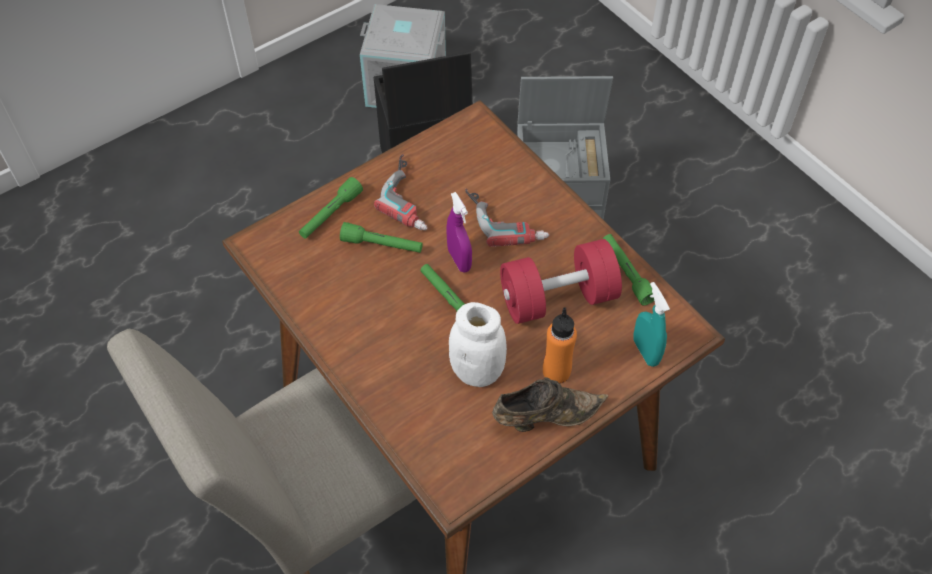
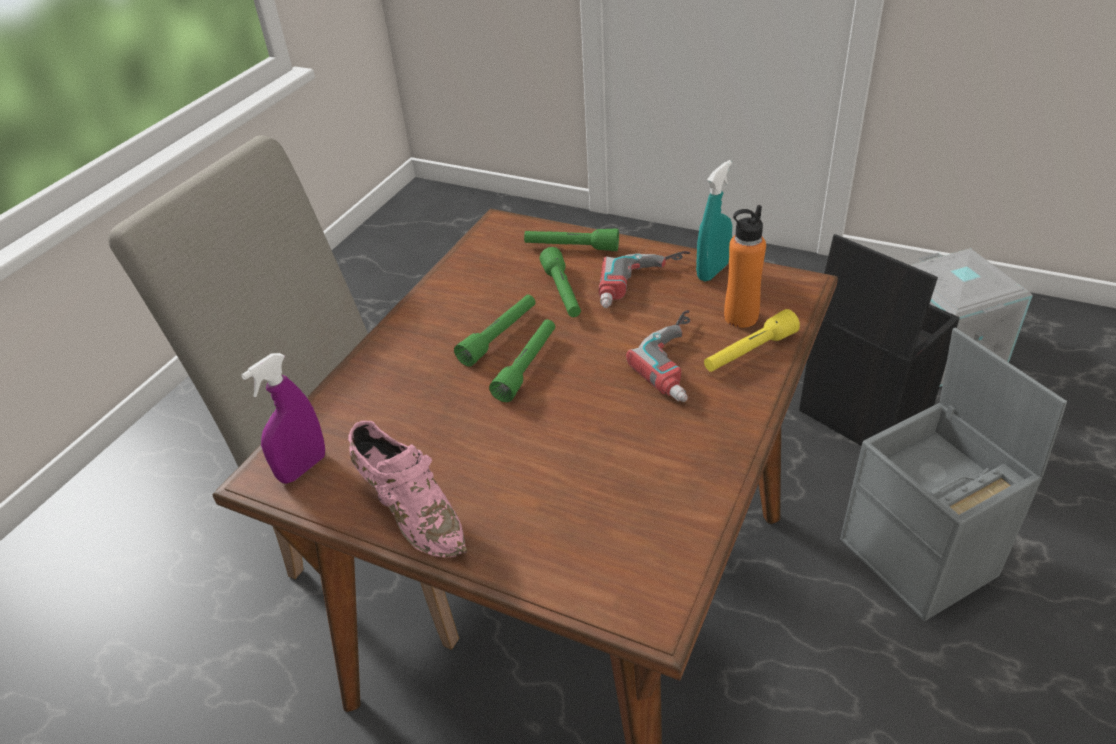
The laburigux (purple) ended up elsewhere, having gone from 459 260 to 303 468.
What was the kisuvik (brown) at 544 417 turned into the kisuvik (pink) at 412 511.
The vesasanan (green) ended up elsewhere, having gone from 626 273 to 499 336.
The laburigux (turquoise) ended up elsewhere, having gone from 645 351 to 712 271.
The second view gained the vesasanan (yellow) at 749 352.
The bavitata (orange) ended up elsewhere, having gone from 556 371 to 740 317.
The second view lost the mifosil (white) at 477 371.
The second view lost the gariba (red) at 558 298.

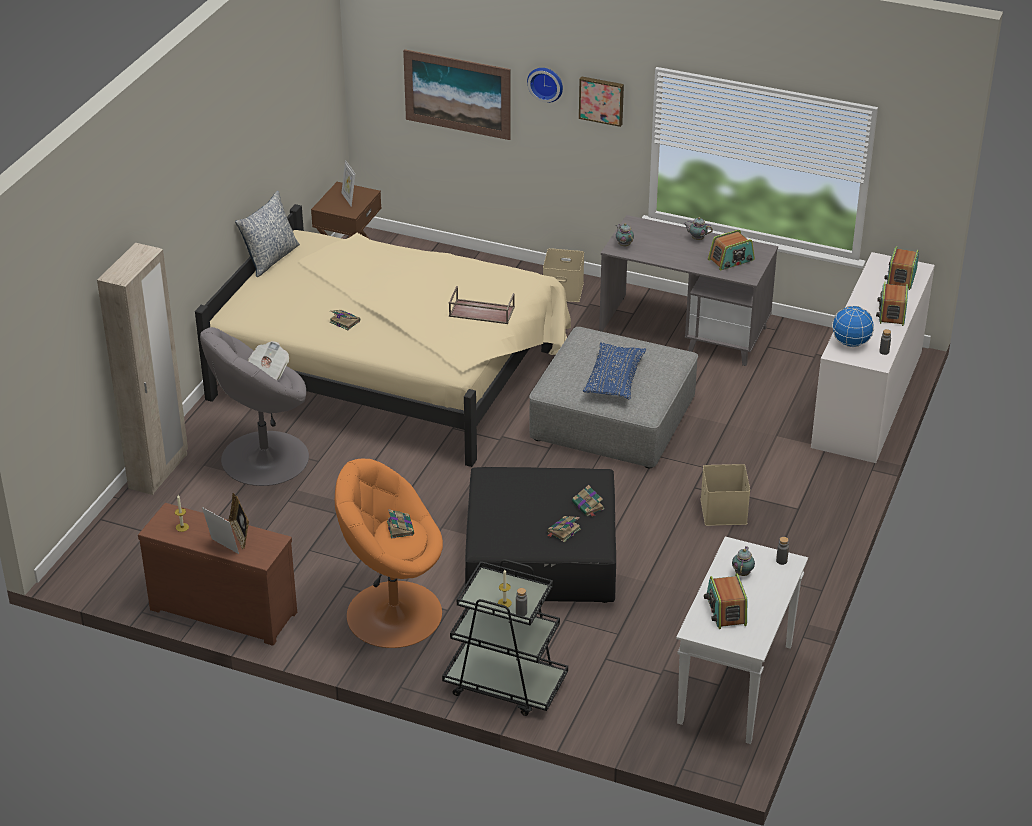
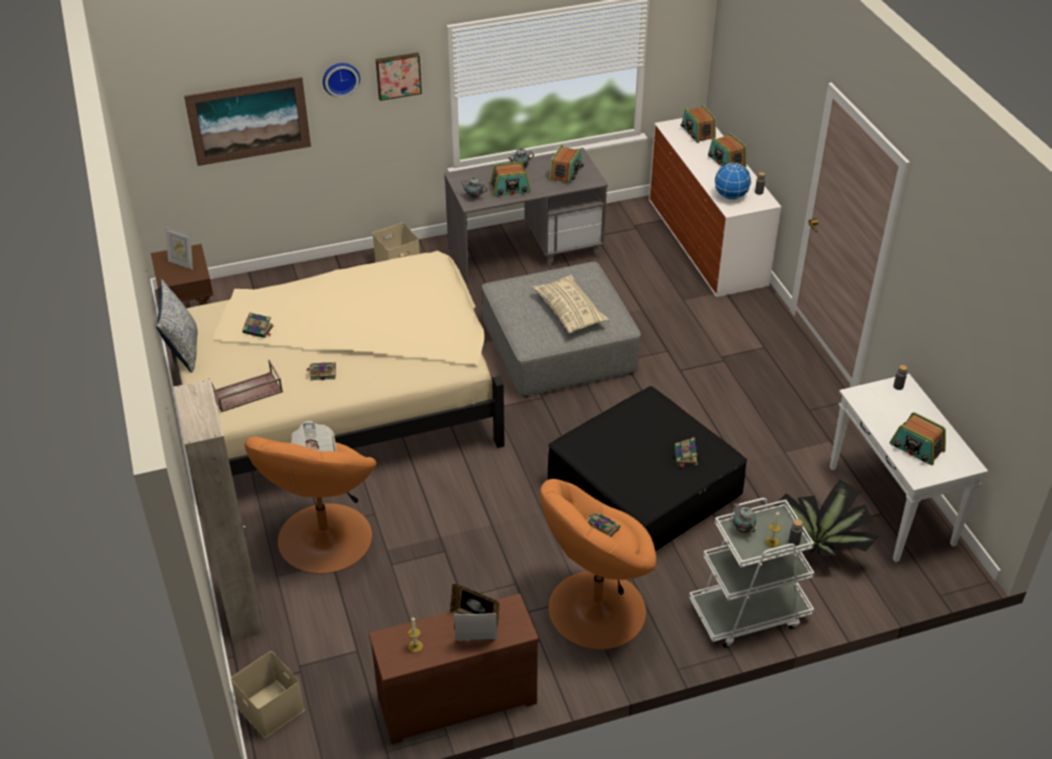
The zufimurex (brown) ended up elsewhere, having gone from 481 312 to 246 392.
The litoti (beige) ended up elsewhere, having gone from 722 510 to 269 708.
The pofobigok ended up elsewhere, having gone from 588 506 to 259 330.
What was the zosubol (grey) at 263 458 turned into the zosubol (orange) at 323 539.
The second view gained the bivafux at 510 189.
What was the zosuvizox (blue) at 614 379 turned into the zosuvizox (beige) at 569 311.
What was the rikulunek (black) at 504 685 turned into the rikulunek (white) at 748 613.
The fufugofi ended up elsewhere, having gone from 742 572 to 742 528.
The second view gained the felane at 822 545.

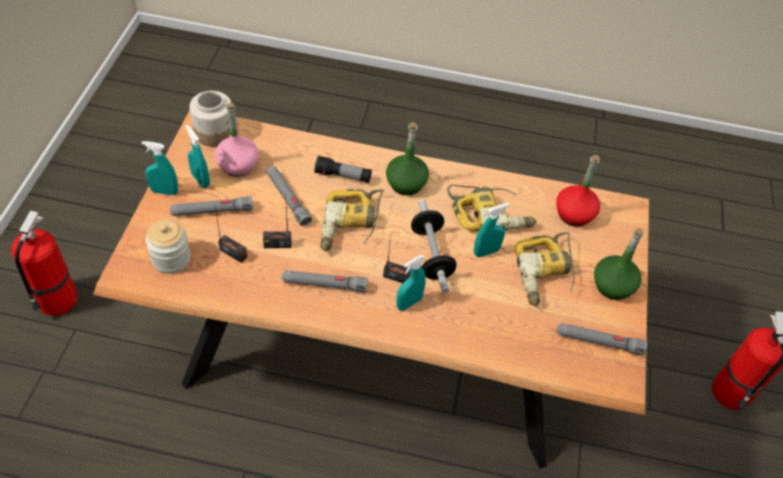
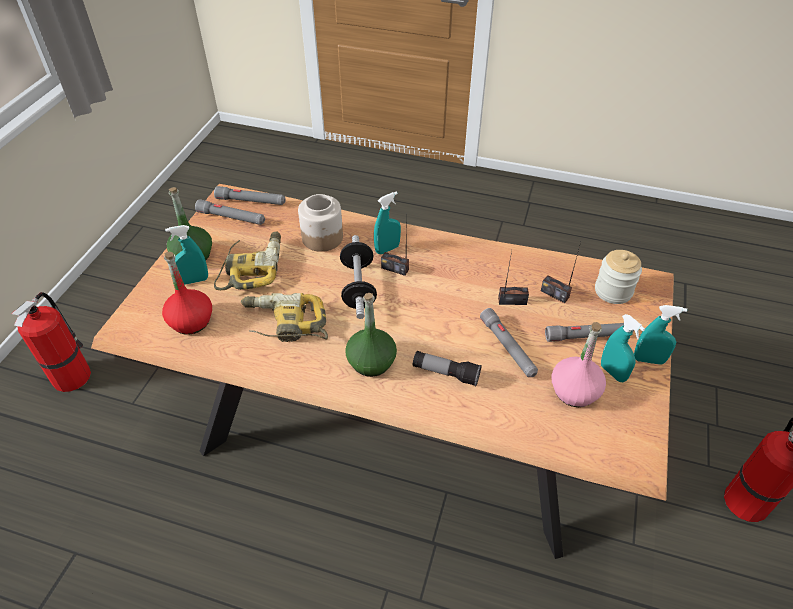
The laburigux (turquoise) ended up elsewhere, having gone from 486 252 to 194 280.
The vesasanan (grey) ended up elsewhere, having gone from 324 284 to 251 201.
The mifosil ended up elsewhere, having gone from 215 132 to 322 238.
The second view lost the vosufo at 351 225.

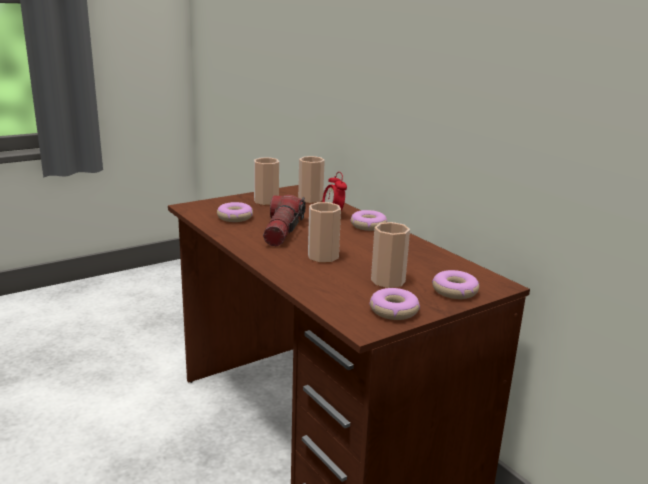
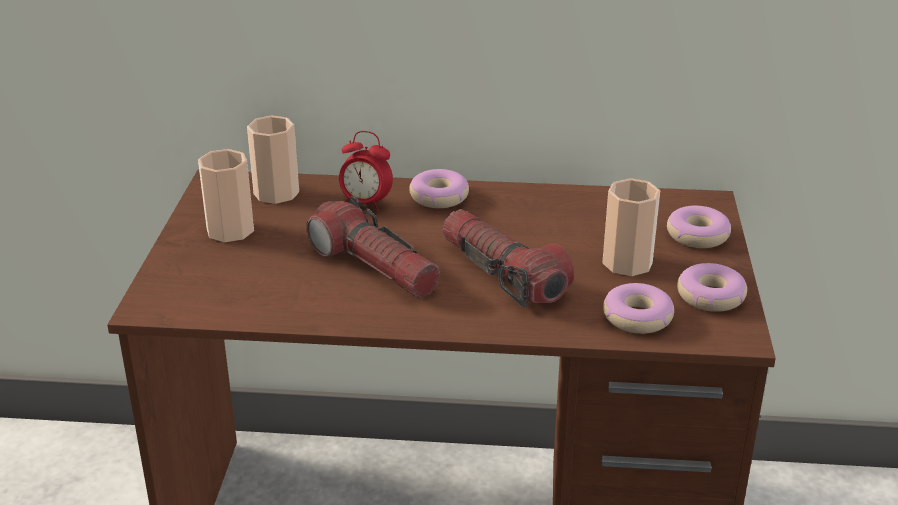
Where the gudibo stood at 323 256, the vesasanan came to stand at 503 274.
The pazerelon ended up elsewhere, having gone from 235 217 to 637 317.

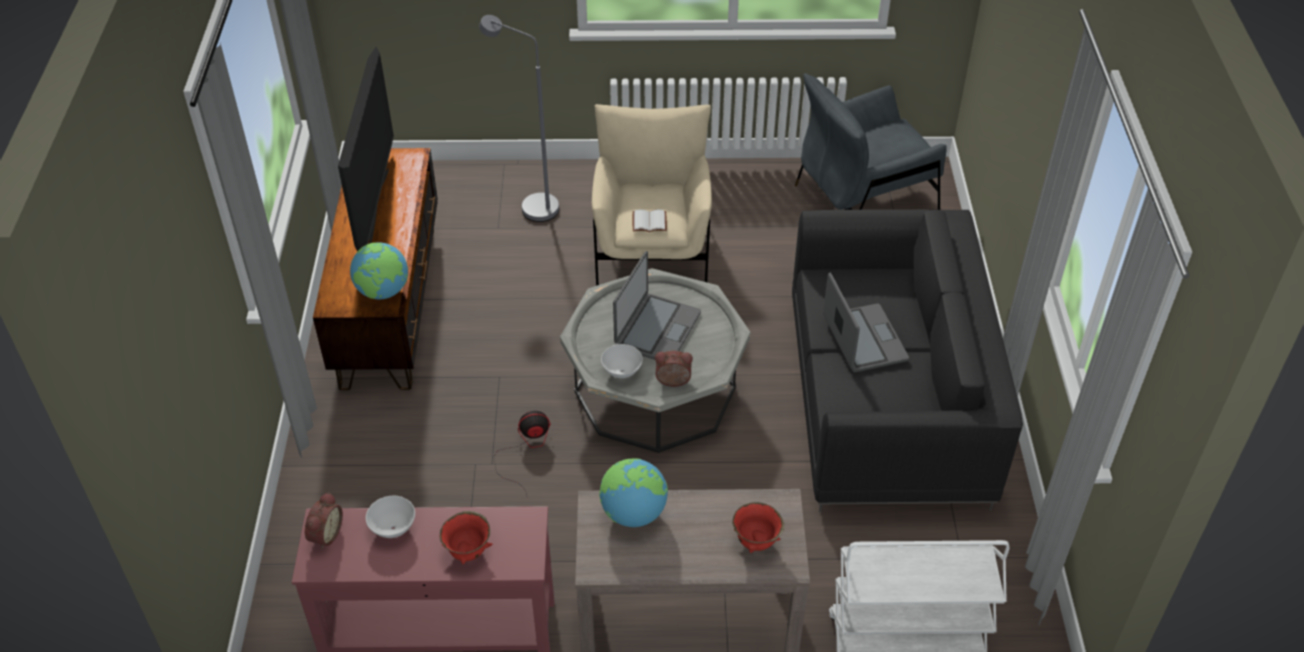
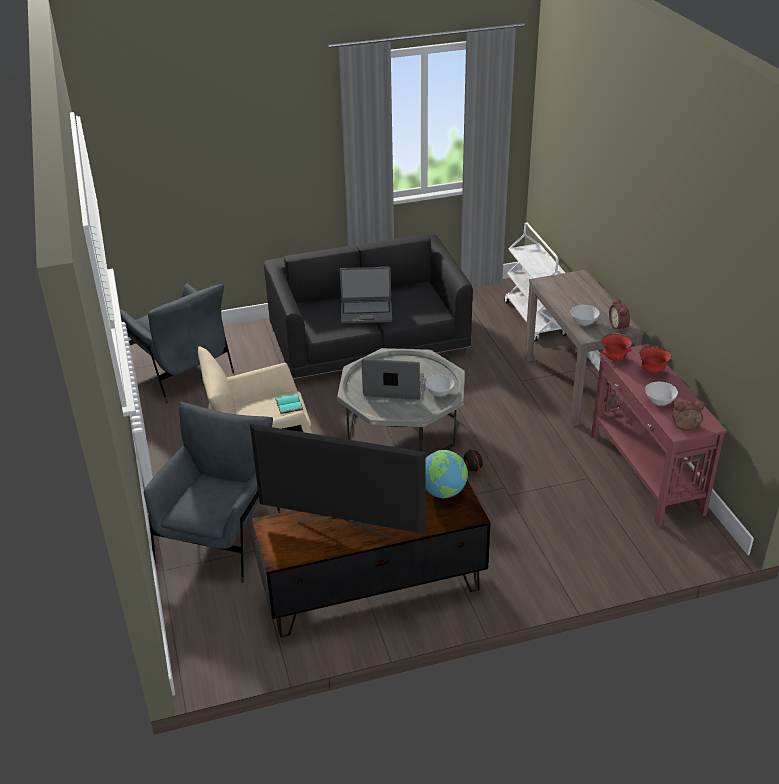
Where the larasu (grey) stood at 531 205, the zosubol (grey) came to stand at 220 537.
The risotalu at 377 205 ended up facing another way, 150 degrees counterclockwise from before.
What was the pofobigok (white) at 648 223 turned into the pofobigok (turquoise) at 290 405.
The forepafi at 863 339 ended up facing another way, 150 degrees counterclockwise from before.
Where the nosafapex stood at 633 513, the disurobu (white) came to stand at 583 323.
The disurobu (red) ended up elsewhere, having gone from 756 542 to 614 358.
The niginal ended up elsewhere, having gone from 673 382 to 619 326.

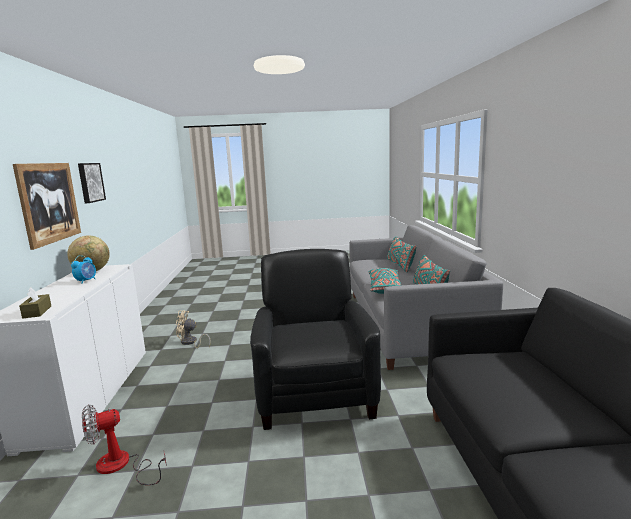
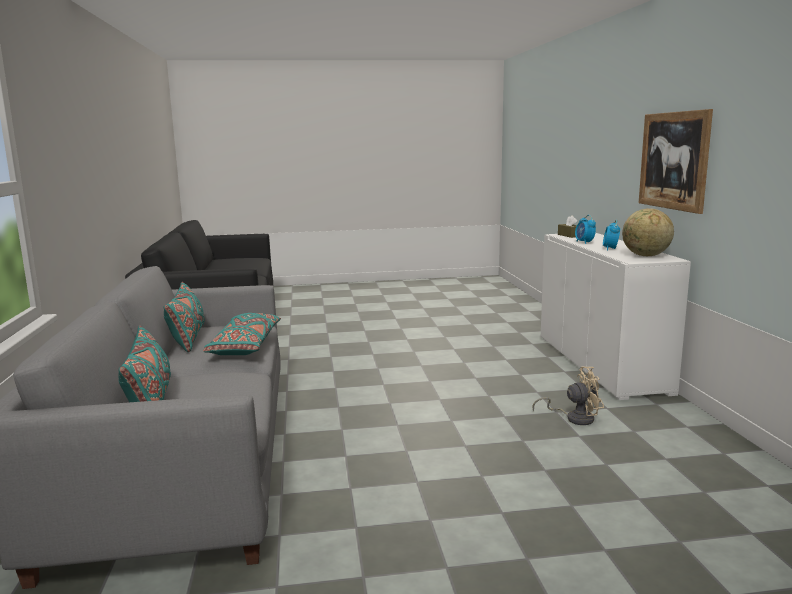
The second view gained the niginal at 584 242.
The second view lost the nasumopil at 90 182.
The second view lost the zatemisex at 121 466.
The second view lost the zosubol (black) at 315 393.

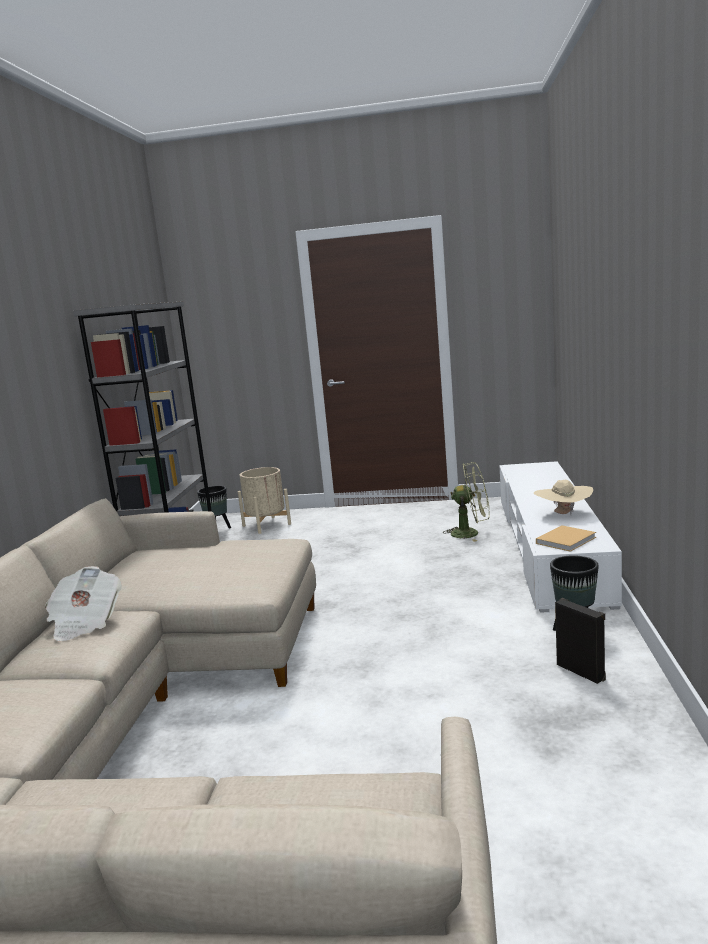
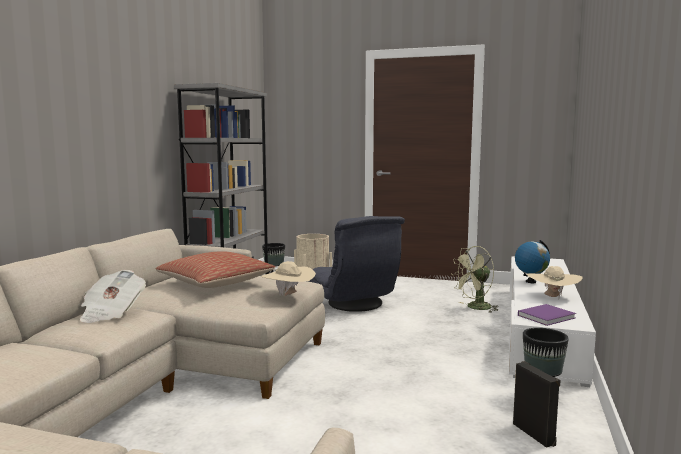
The second view gained the zosuvizox at 216 283.
The second view gained the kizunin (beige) at 288 296.
The second view gained the zosubol (grey) at 353 304.
The zatemisex (green) at 471 533 ended up facing another way, 135 degrees clockwise from before.
The second view gained the nosafapex at 530 281.
What was the pofobigok (beige) at 567 540 turned into the pofobigok (purple) at 547 316.

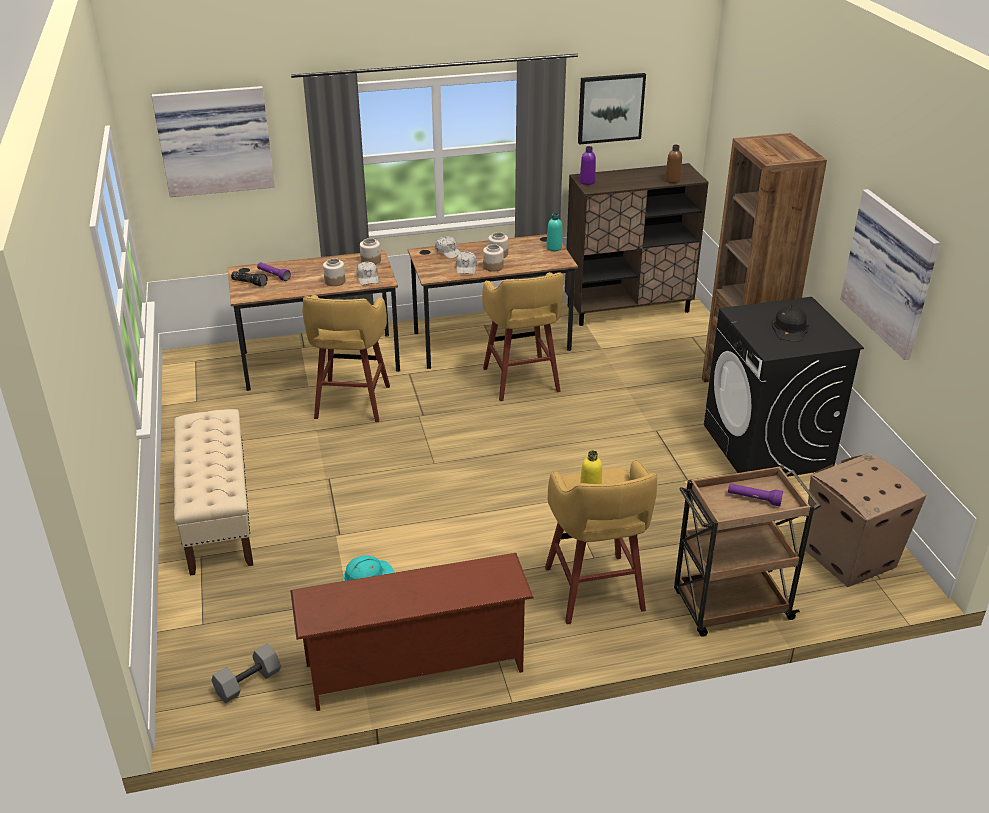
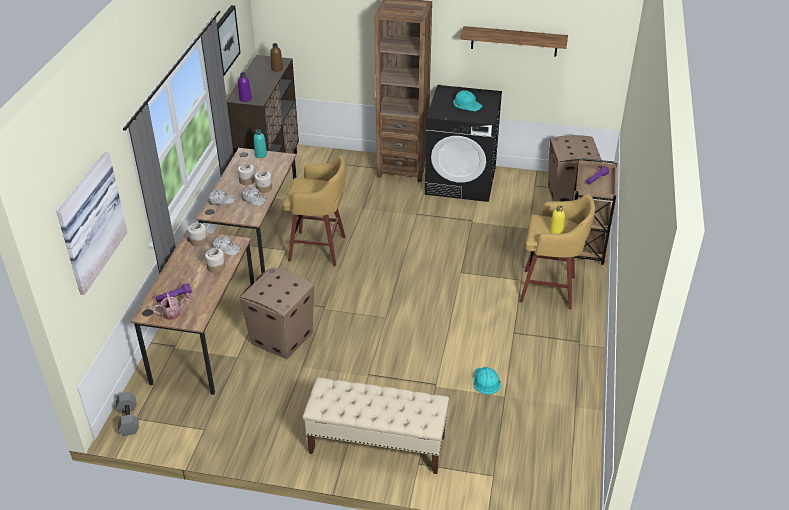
The gariba (grey) ended up elsewhere, having gone from 248 681 to 128 419.
Where the vesasanan stood at 250 282, the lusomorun came to stand at 174 313.
Where the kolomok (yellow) stood at 351 404, the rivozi came to stand at 281 339.
What was the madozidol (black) at 790 328 turned into the madozidol (turquoise) at 467 104.
Where the nasumopil hung at 892 272, the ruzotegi came to hang at 514 41.
The second view lost the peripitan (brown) at 415 669.

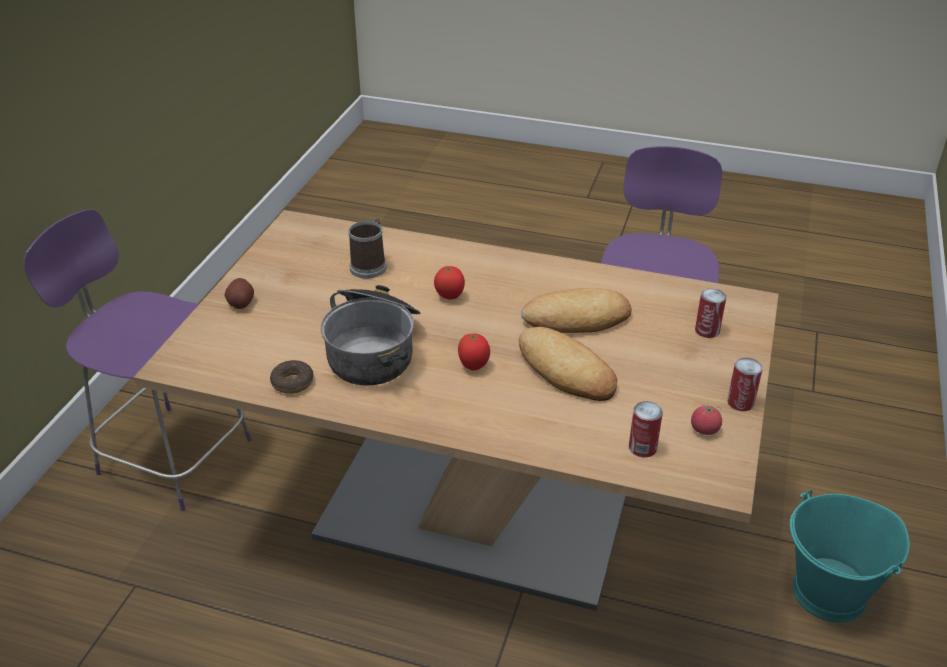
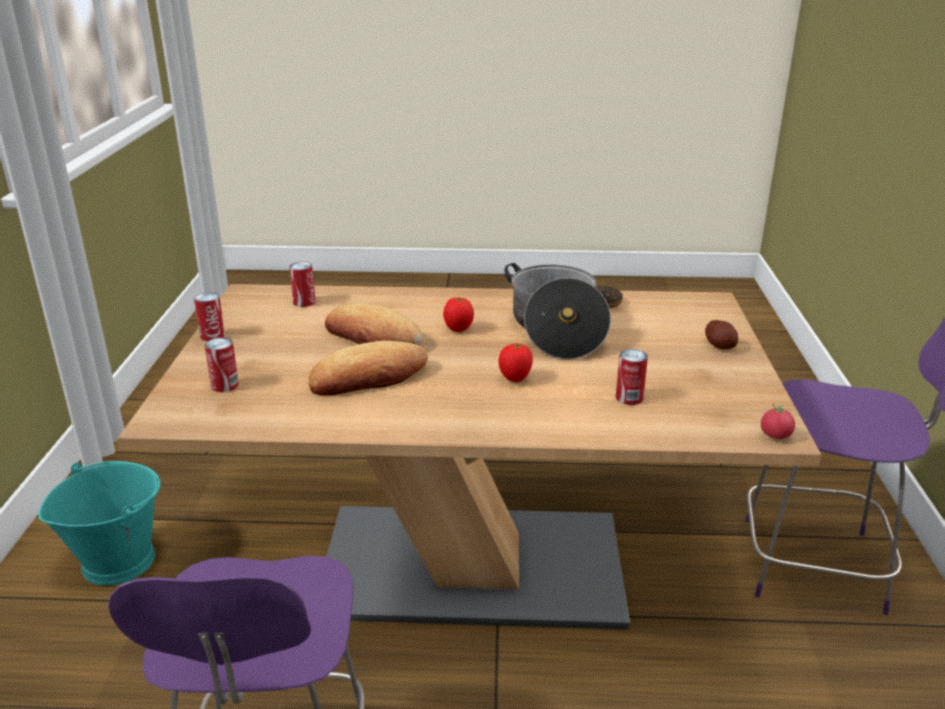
Where the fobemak stood at 370 265, the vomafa came to stand at 629 398.
The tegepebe ended up elsewhere, having gone from 704 429 to 775 435.

